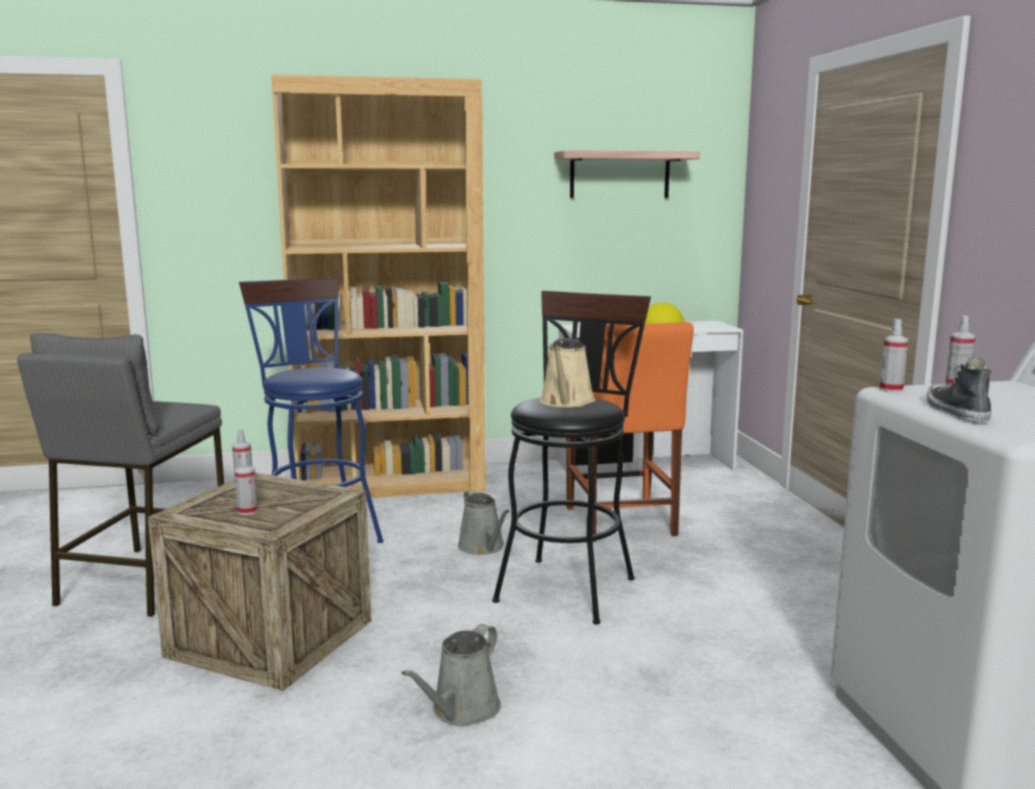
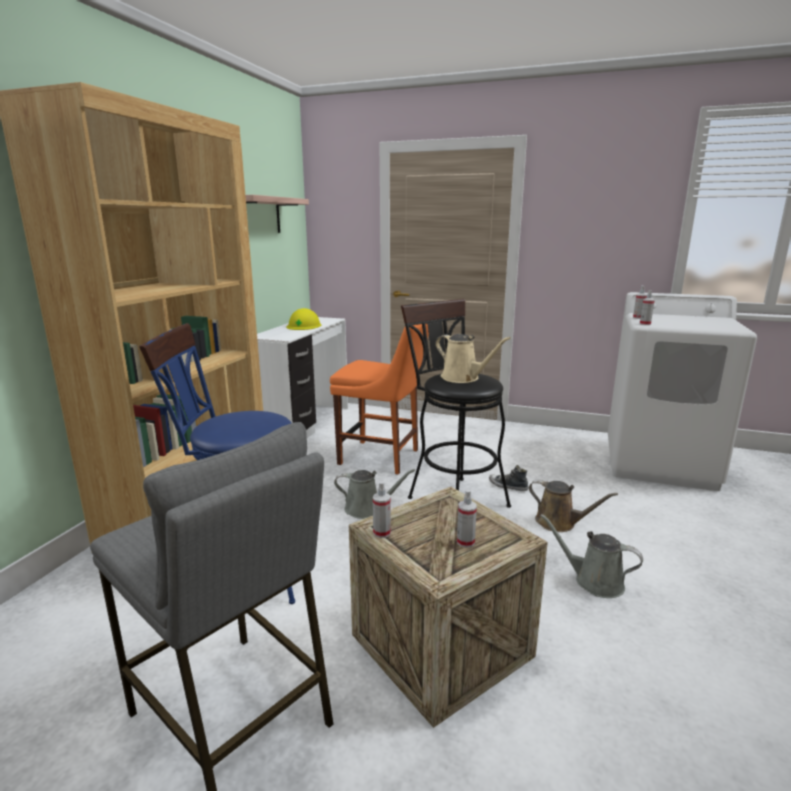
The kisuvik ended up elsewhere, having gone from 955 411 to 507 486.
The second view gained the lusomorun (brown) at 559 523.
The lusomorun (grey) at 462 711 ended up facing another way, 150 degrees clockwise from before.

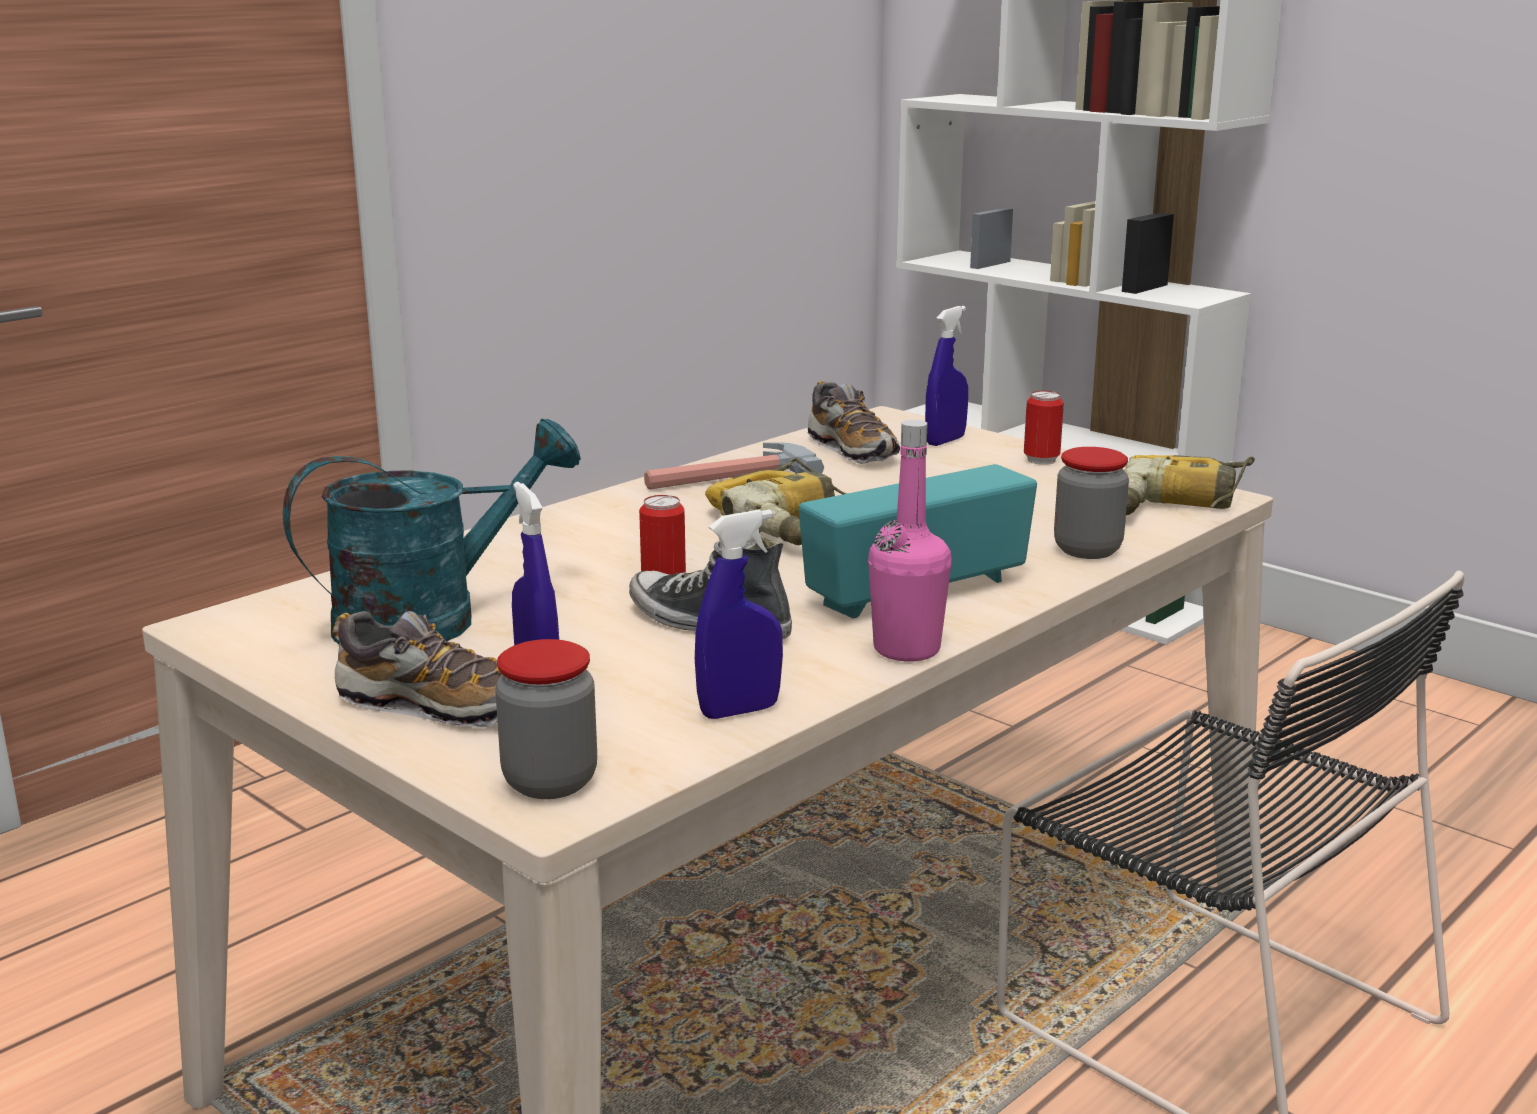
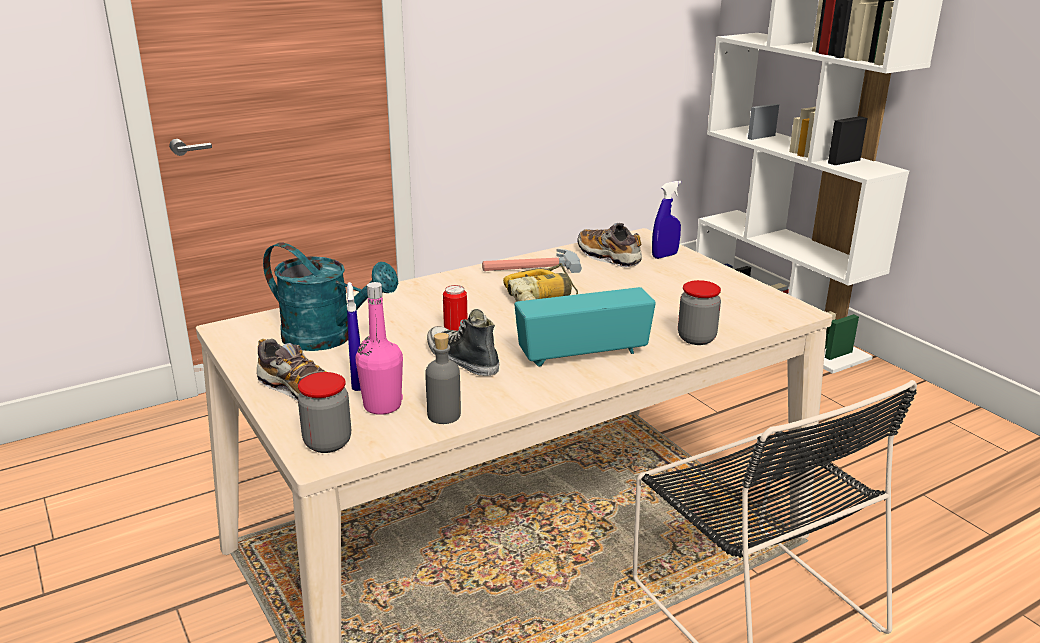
The lusomorun (turquoise) at 431 618 ended up facing another way, 45 degrees clockwise from before.
The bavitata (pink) ended up elsewhere, having gone from 906 649 to 382 406.
Where the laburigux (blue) stood at 739 711, the bavitata (grey) came to stand at 444 415.
The kisuvik at 852 450 ended up facing another way, 150 degrees clockwise from before.
The second view lost the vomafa at 1041 460.
The second view lost the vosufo at 1180 505.

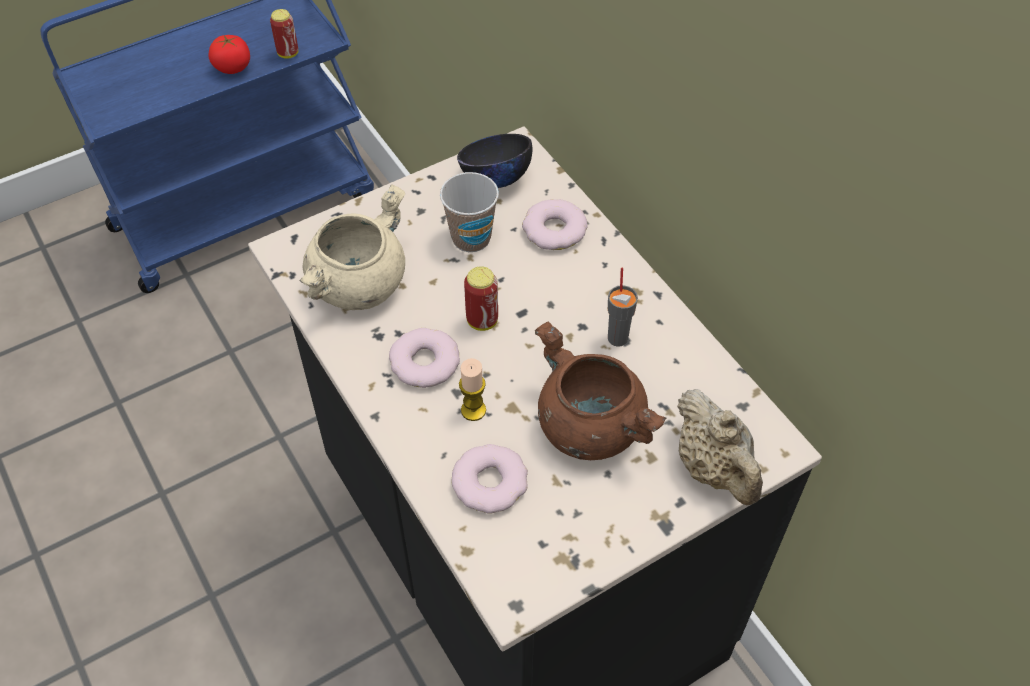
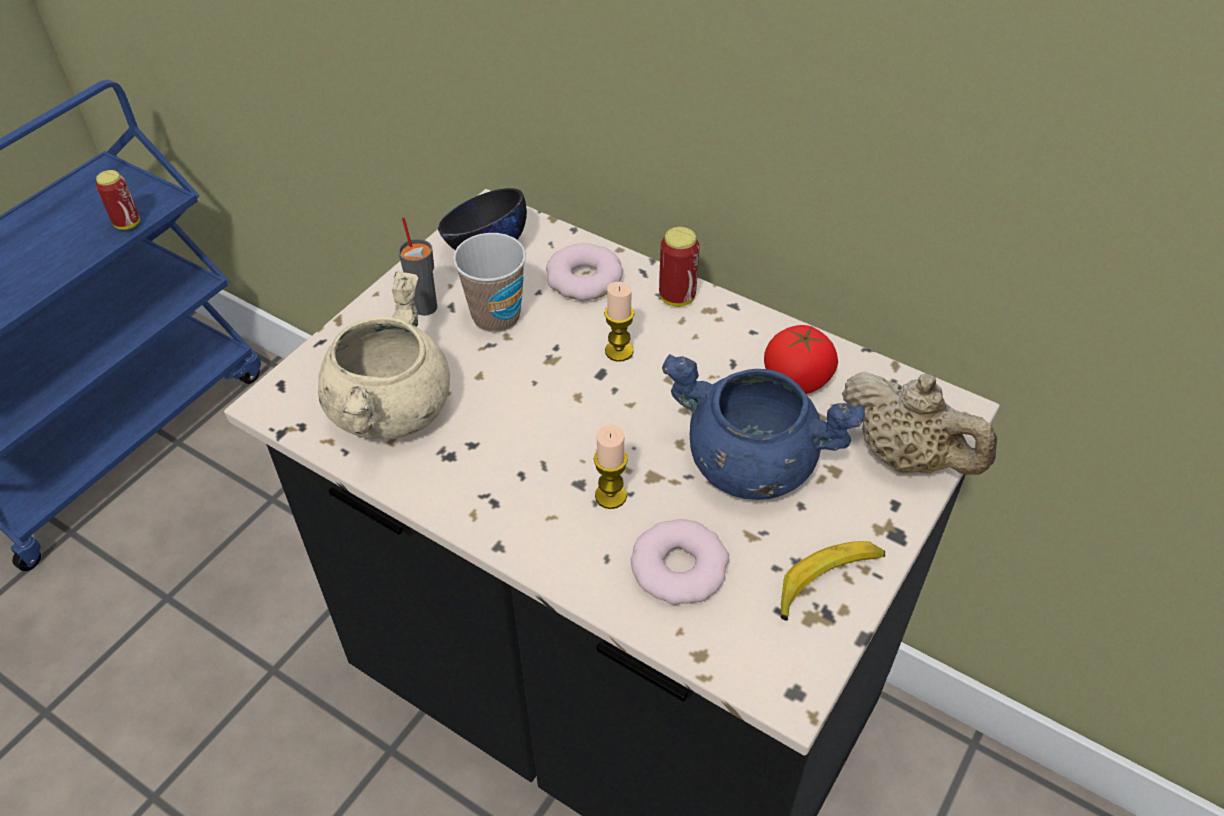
The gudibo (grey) ended up elsewhere, having gone from 618 337 to 425 306.
The second view gained the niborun at 619 351.
The vomafa ended up elsewhere, having gone from 482 321 to 677 297.
What was the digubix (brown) at 589 426 turned into the digubix (blue) at 749 464.
The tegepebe ended up elsewhere, having gone from 232 67 to 796 380.
The second view gained the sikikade at 827 582.
The second view lost the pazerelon at 424 363.

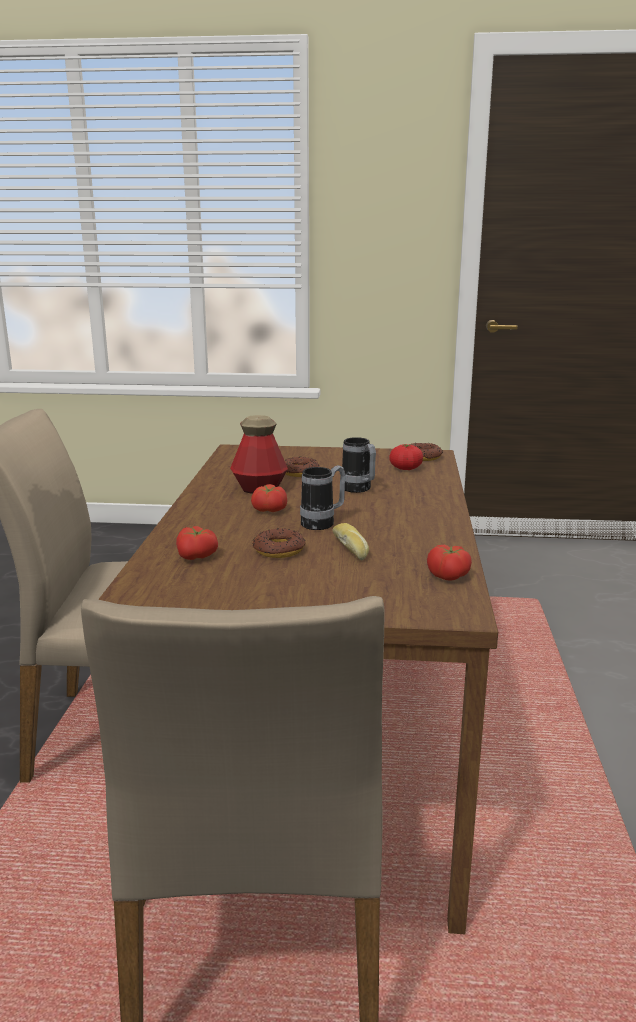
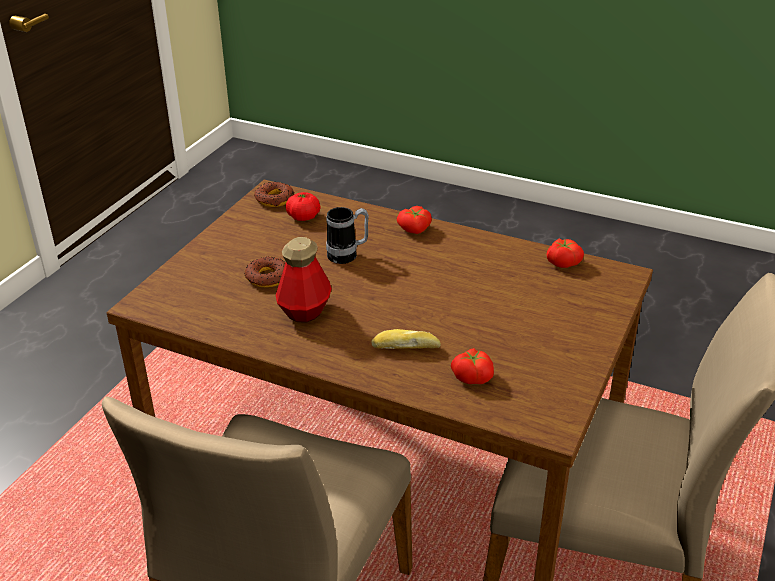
The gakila ended up elsewhere, having gone from 351 548 to 406 346.
The tegepebe ended up elsewhere, having gone from 268 510 to 414 230.
The second view lost the pazerelon at 279 550.
The second view lost the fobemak at 323 523.

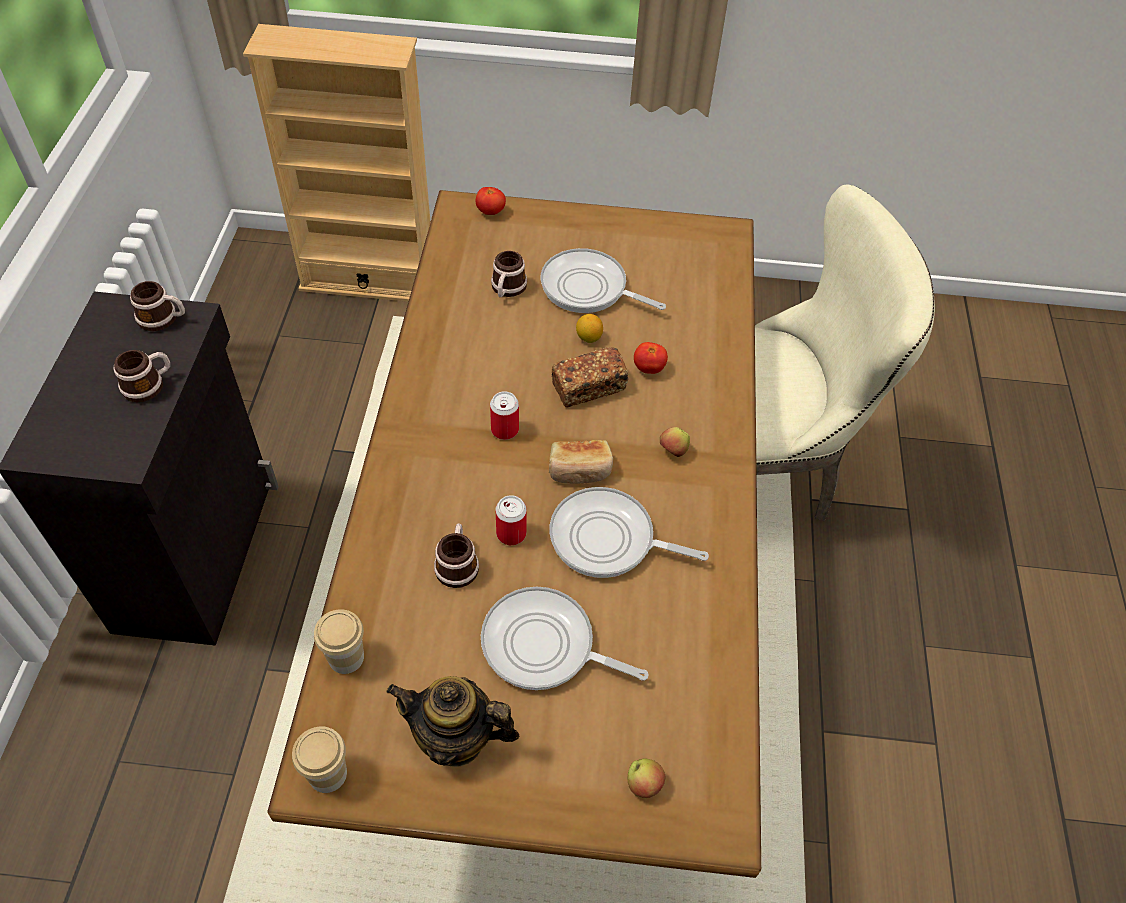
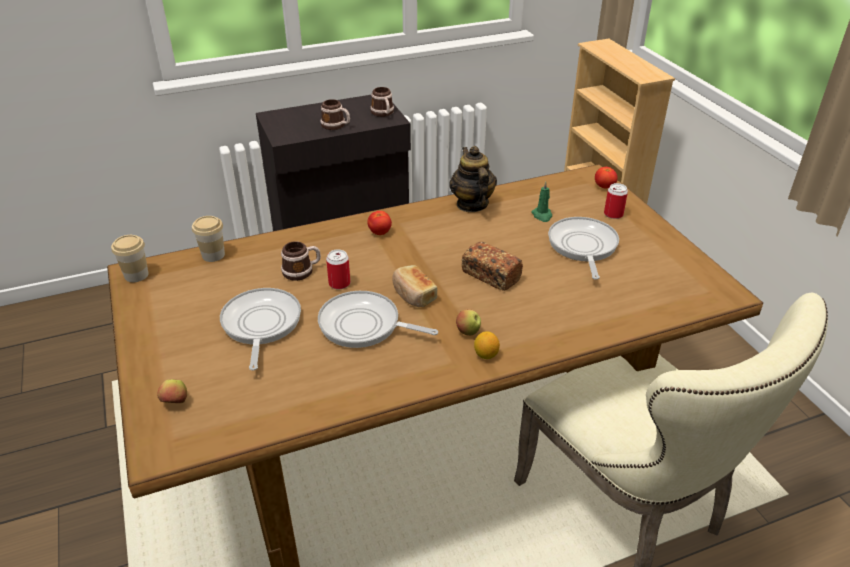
The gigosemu at 608 540 ended up facing another way, 60 degrees counterclockwise from before.
The tegepebe ended up elsewhere, having gone from 649 368 to 380 232.
The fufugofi ended up elsewhere, having gone from 455 739 to 471 204.
The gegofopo ended up elsewhere, having gone from 588 338 to 485 355.
Where the fobemak stood at 507 289, the niborun (green) came to stand at 542 215.
The vomafa ended up elsewhere, having gone from 505 430 to 613 214.

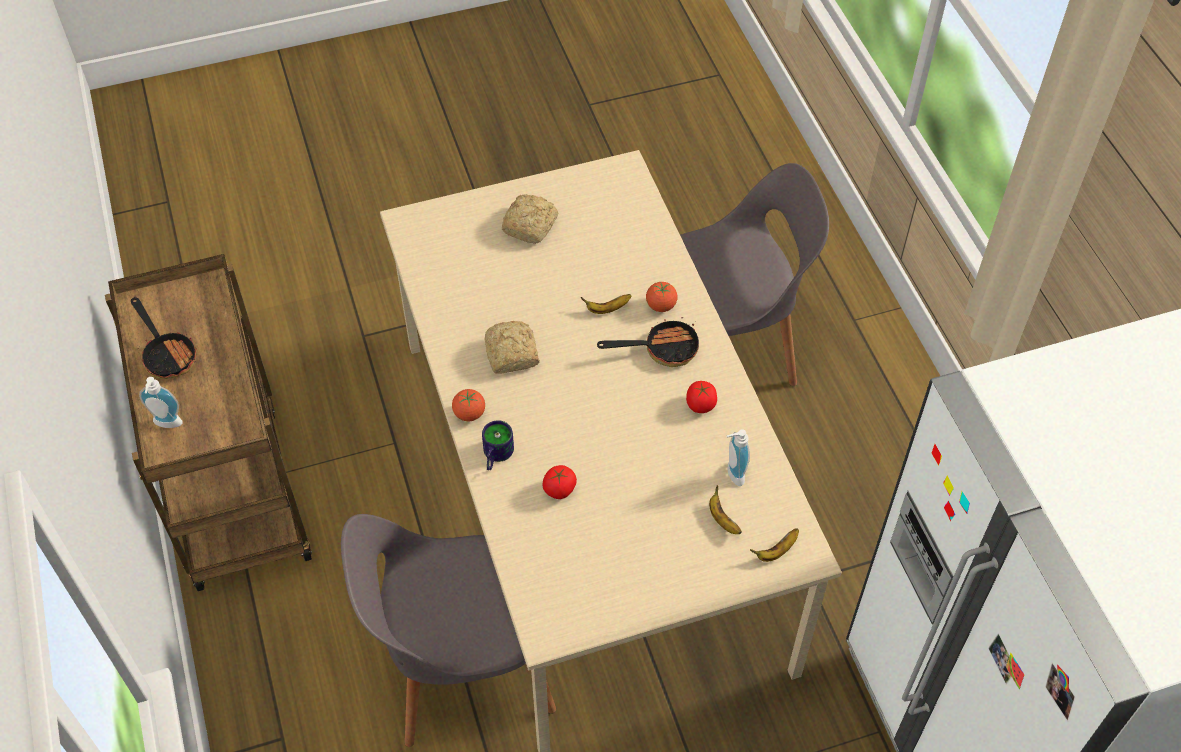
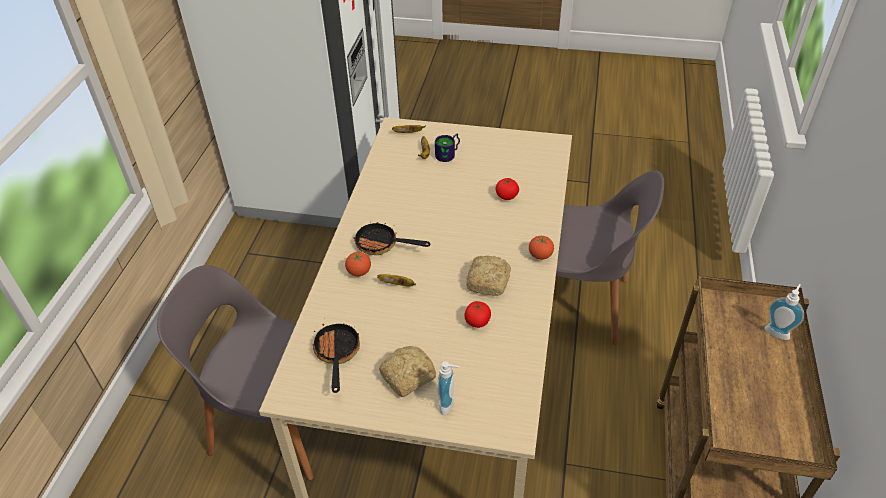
The gigosemu ended up elsewhere, having gone from 167 354 to 337 354.
The fobemak ended up elsewhere, having gone from 494 455 to 449 154.
The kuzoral ended up elsewhere, having gone from 732 474 to 449 404.
The tegepebe ended up elsewhere, having gone from 700 404 to 477 322.

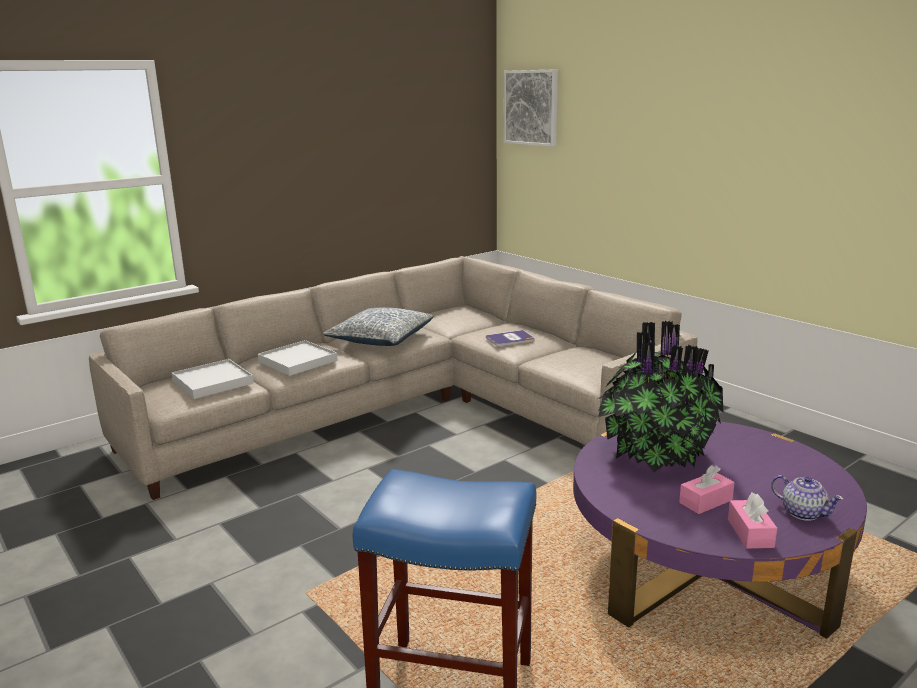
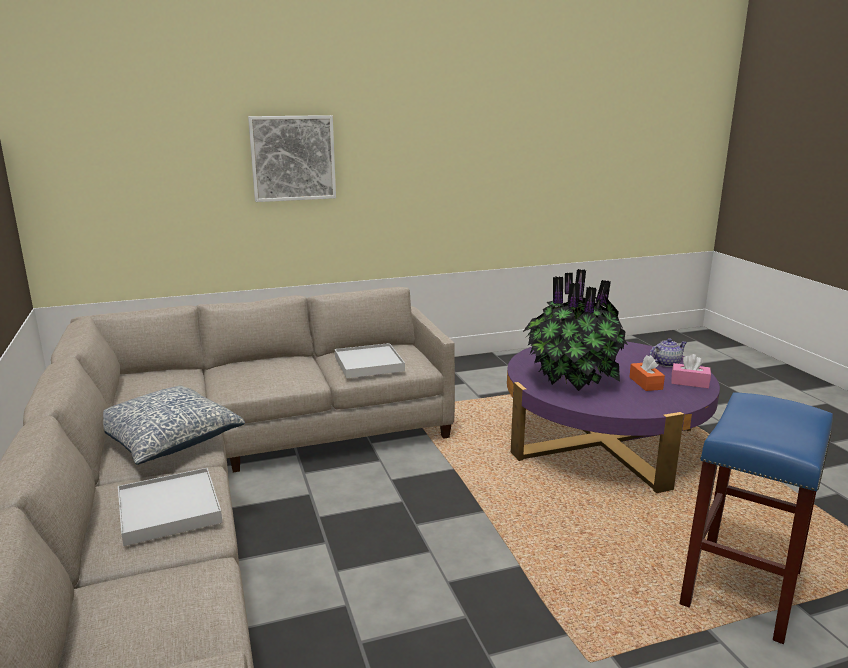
The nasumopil ended up elsewhere, having gone from 531 107 to 293 158.
The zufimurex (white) ended up elsewhere, having gone from 212 382 to 369 364.
What was the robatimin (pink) at 705 501 turned into the robatimin (orange) at 645 383.
The second view lost the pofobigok at 510 339.

